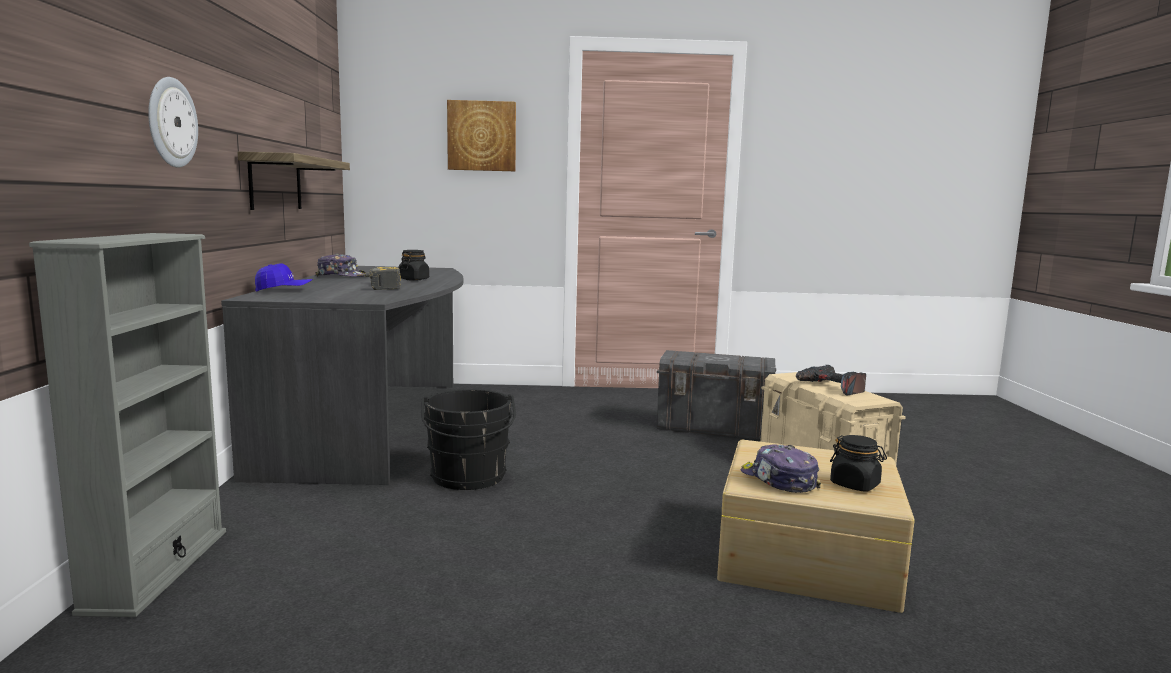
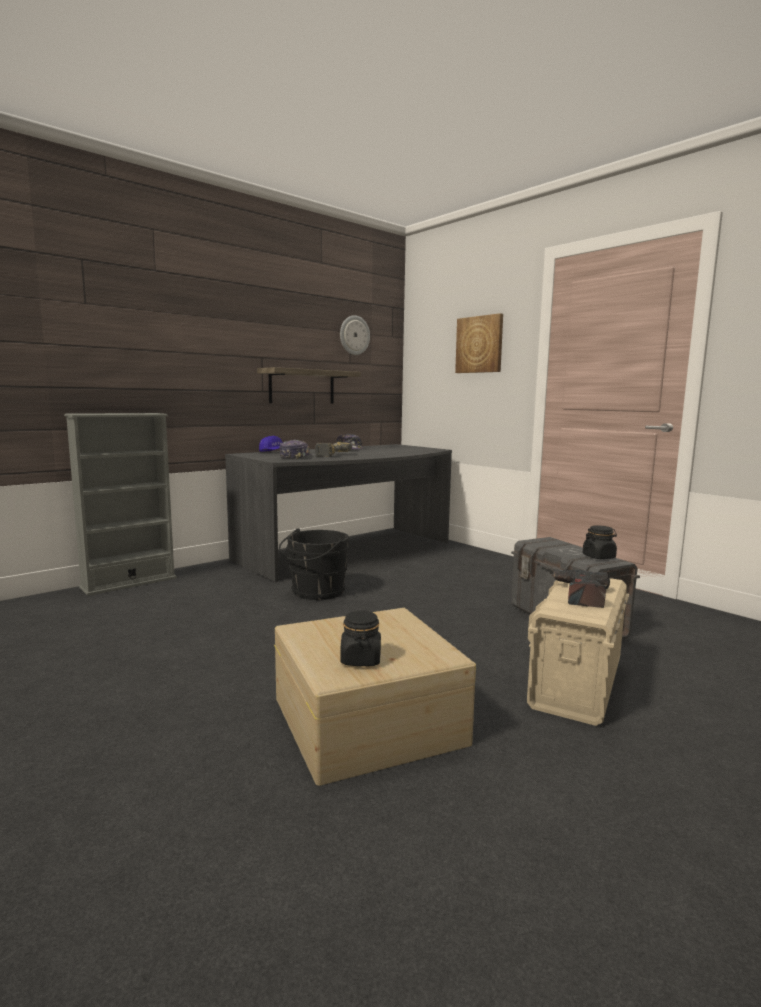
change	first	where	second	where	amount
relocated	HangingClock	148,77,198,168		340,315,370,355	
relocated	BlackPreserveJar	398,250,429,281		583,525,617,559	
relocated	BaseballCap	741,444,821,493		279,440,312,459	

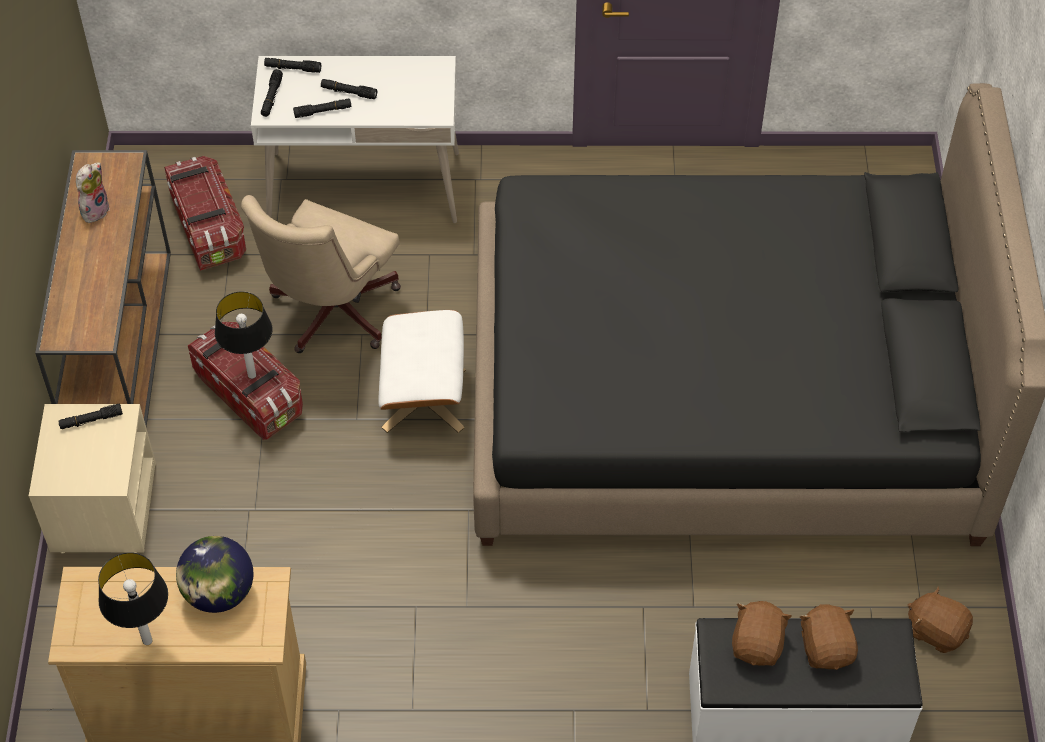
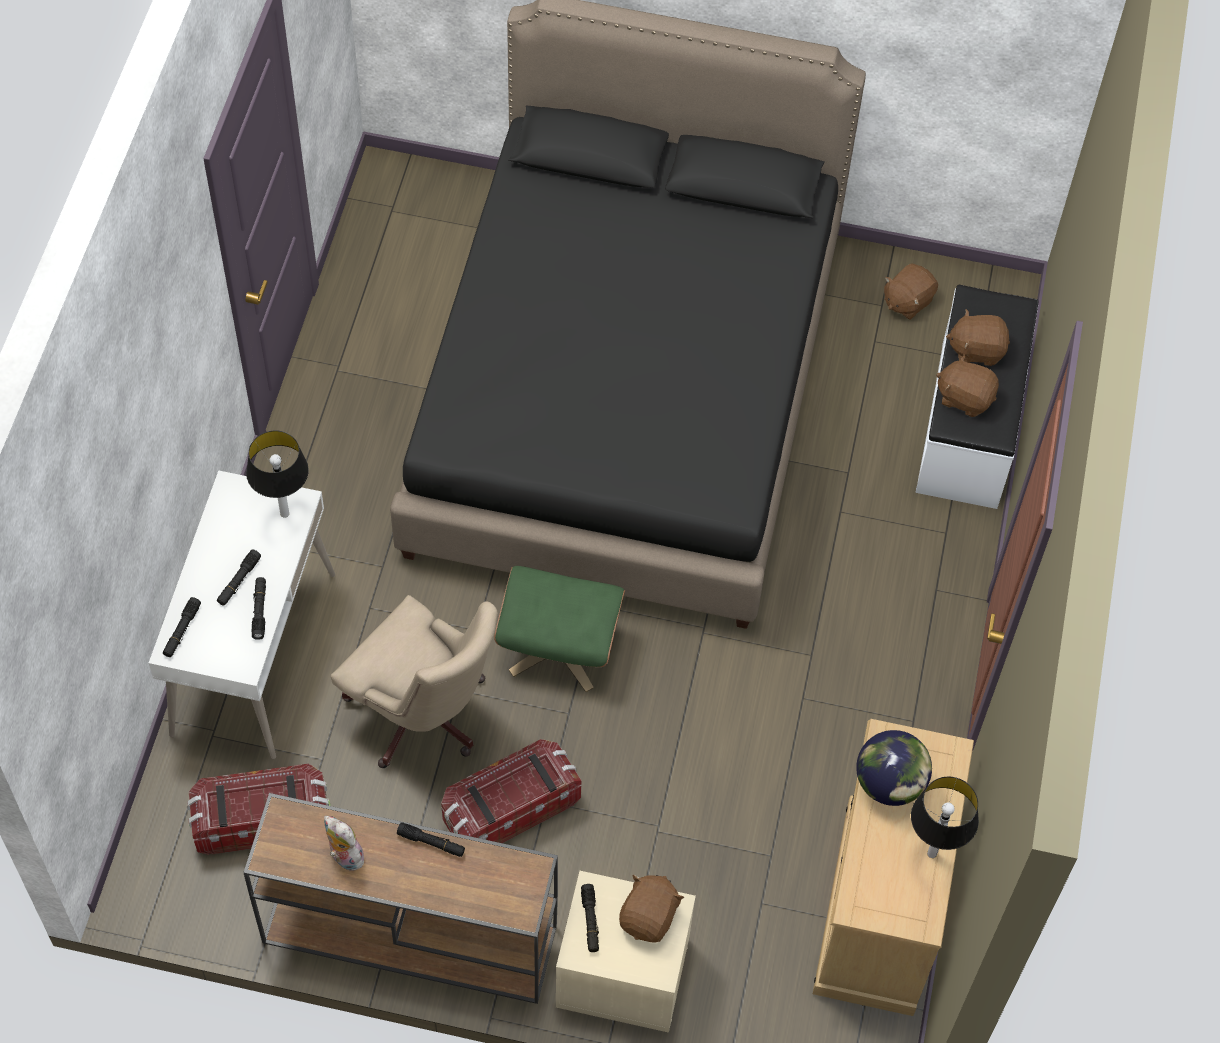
change	first	where	second	where	amount
relocated	BlackTorch	261,69,283,117		397,822,465,857	
relocated	LampForATable	215,291,273,379		246,431,309,518	
colour	WhitishPouffe	378,310,466,433	GreenColouredPouffe	494,566,625,692	
appeared			BrownCuddlyToy	619,875,684,943	

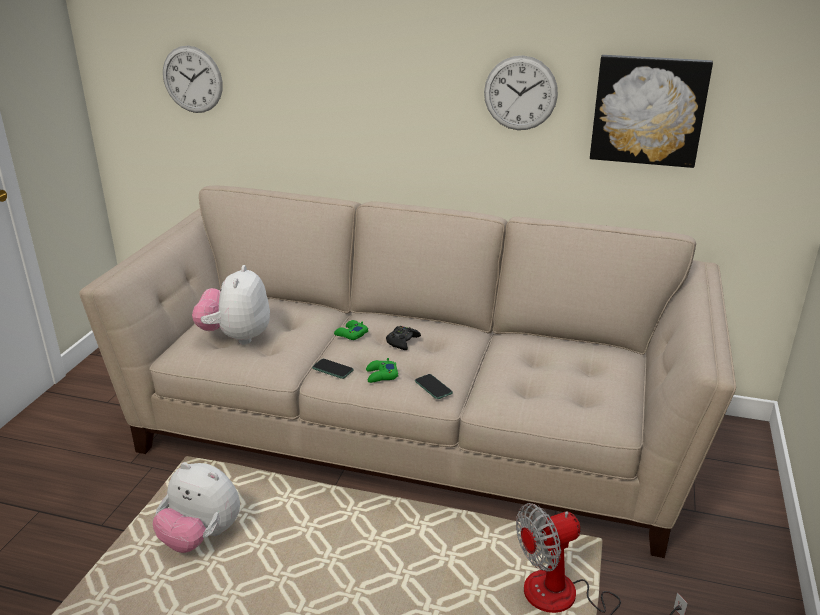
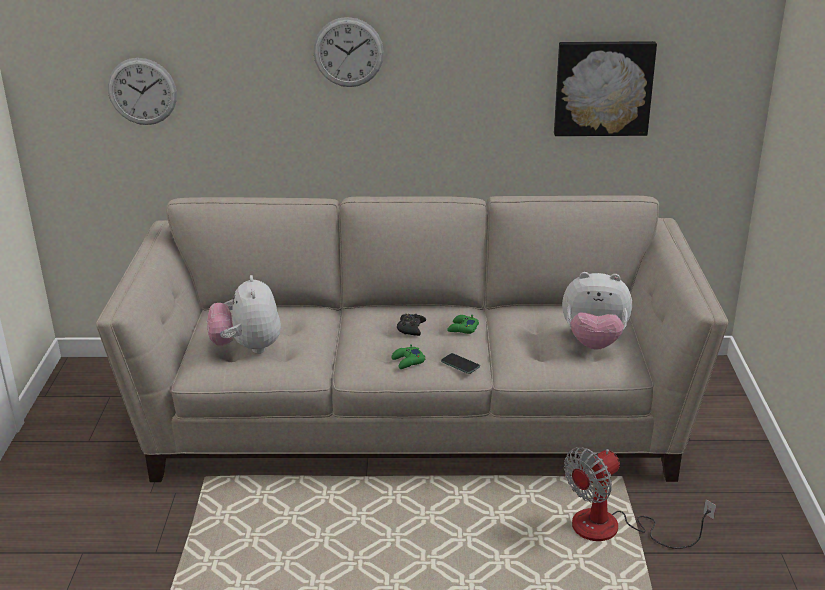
change	first	where	second	where	amount
relocated	HangingClock	484,56,558,130		313,17,384,87	
relocated	GreenColouredJoypad	334,320,368,340		447,315,479,334	
missing	Handset	312,359,354,379			
relocated	CuddlyToy	153,462,240,553		562,272,632,350	

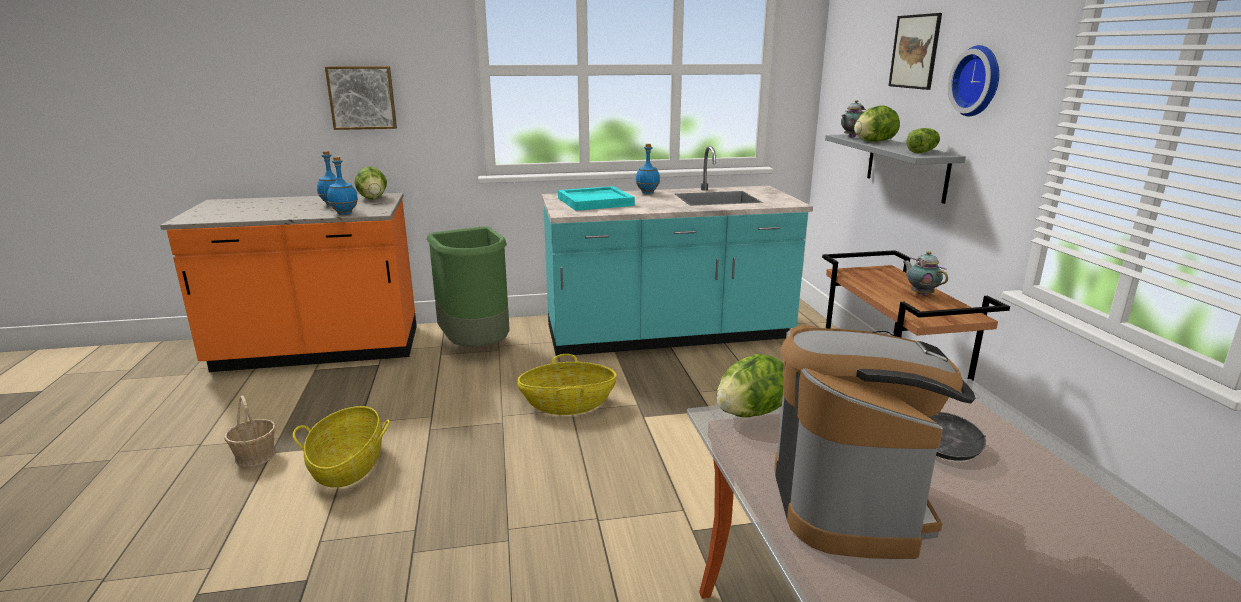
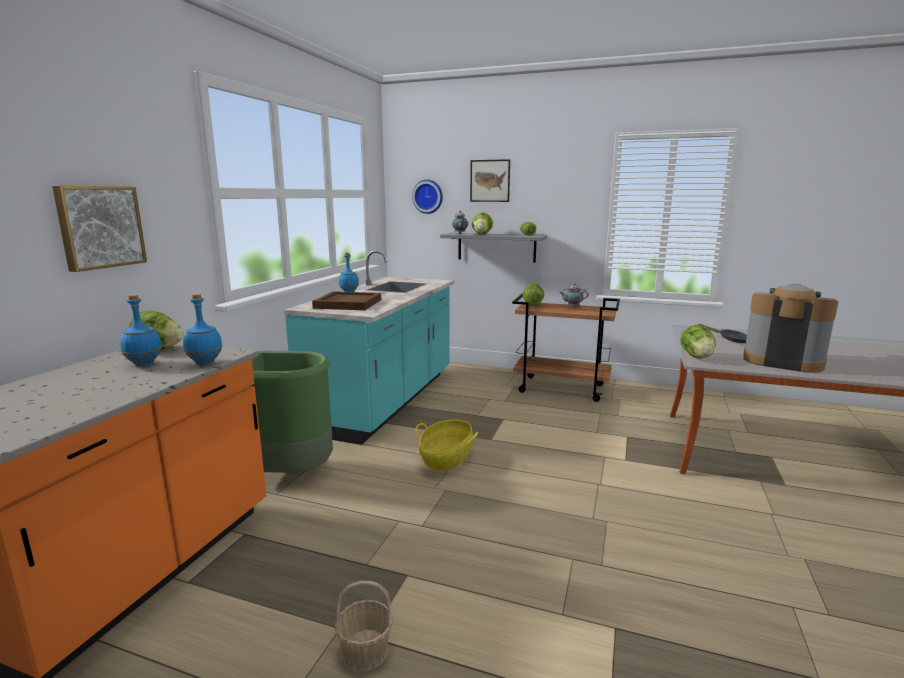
change	first	where	second	where	amount
relocated	HangingClock	948,45,999,116		412,180,443,214	
colour	TurquoiseColouredTray	558,186,635,211	BrownTray	312,291,381,310	
missing	StorageBasket	293,406,390,487			
appeared			HeadOfLettuce	523,283,544,305	

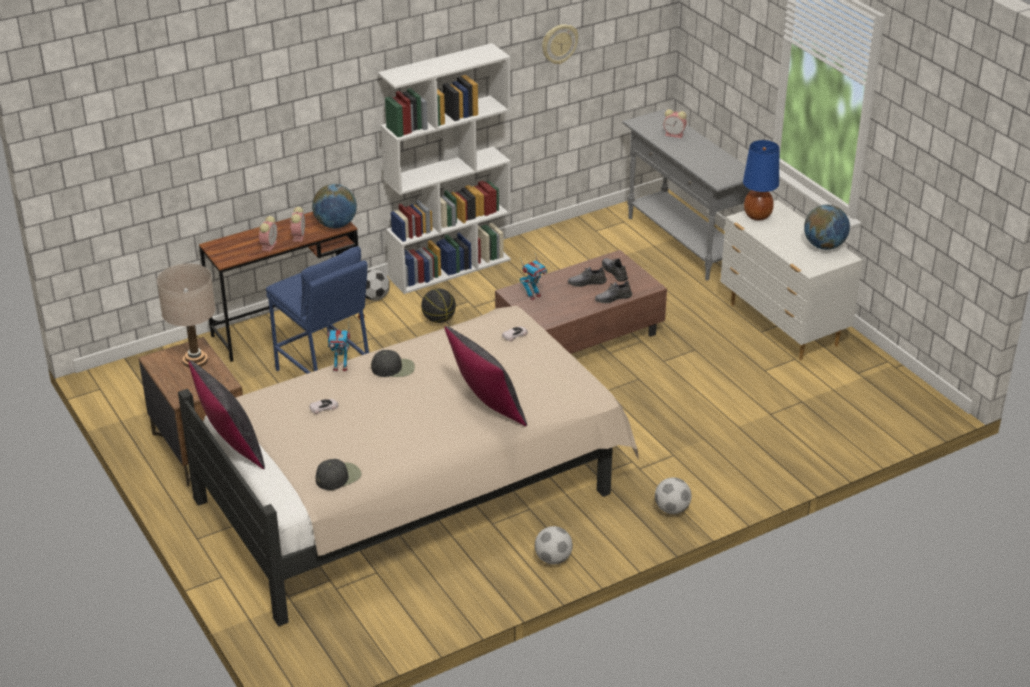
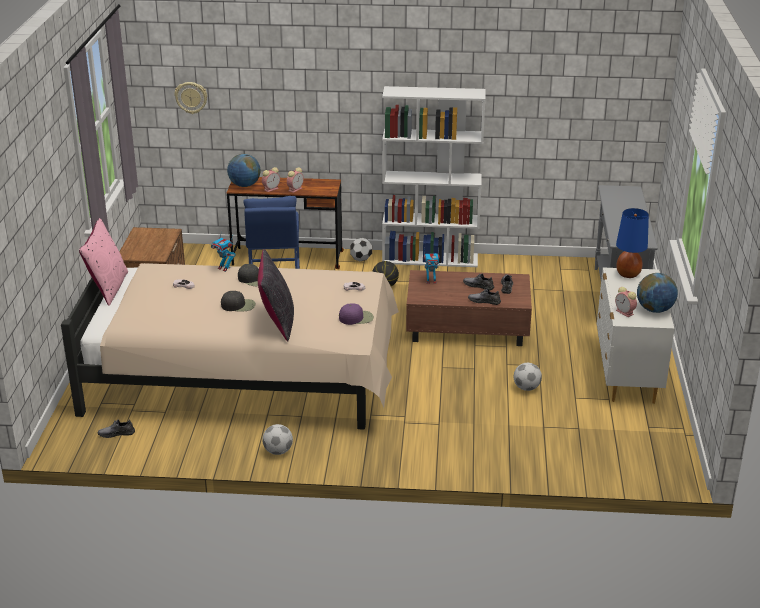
change	first	where	second	where	amount
relocated	HangingClock	542,24,578,64		174,82,207,114	
relocated	AlarmClock	663,109,687,138		615,287,637,317	
relocated	DeskGlobe	312,184,357,228		227,154,261,187	
missing	BeigeLampForATable	157,263,216,368			
colour	BlackThrowPillow	188,360,265,469	PinkThrowPillow	79,218,128,306	
relocated	BlackBaseballCap	316,459,361,490		221,291,255,312	
relocated	BallForFootball	655,477,692,514		514,363,542,391	
appeared			PurpleBaseballCap	339,303,374,325	
appeared			GreyLowShoe	98,420,135,438	

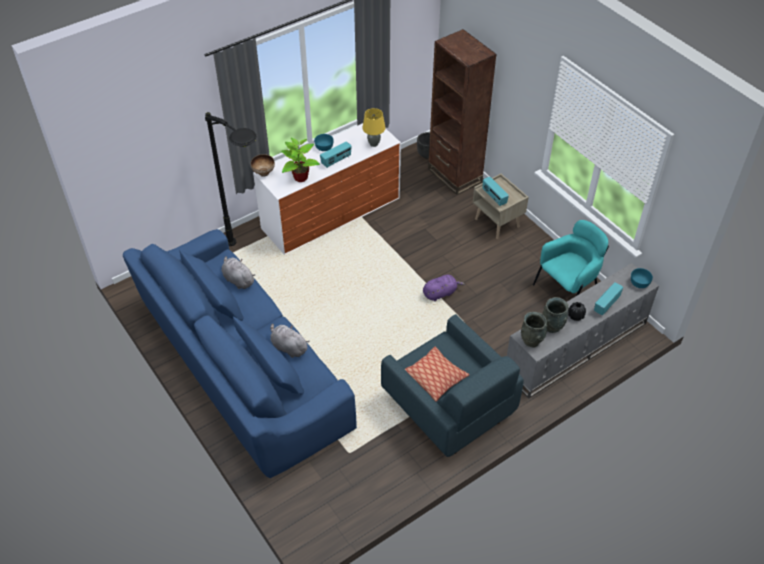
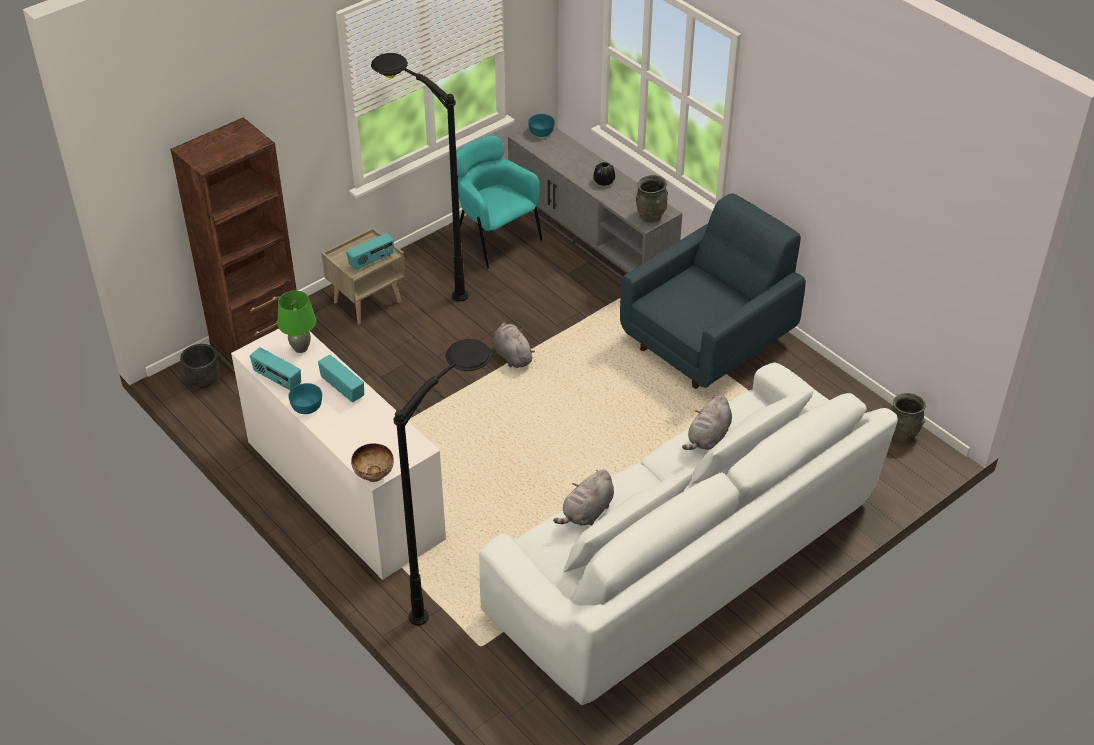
change	first	where	second	where	amount
colour	YellowColouredLampForATable	362,108,385,147	GreenColouredLampForATable	277,290,316,353	
missing	PlantInAPot	281,138,320,182			
colour	BluishSettee	123,229,357,478	WhitishSettee	479,363,898,705	
colour	PurpleCuddlyToy	423,275,465,301	GreyCuddlyToy	493,322,535,368	
relocated	RadioSet	594,282,623,315		250,347,301,391	
relocated	GreyVase	542,297,569,333		891,393,926,442	
missing	ThrowPillow	405,347,470,401			
appeared			BlackStandardLamp	371,53,468,301	

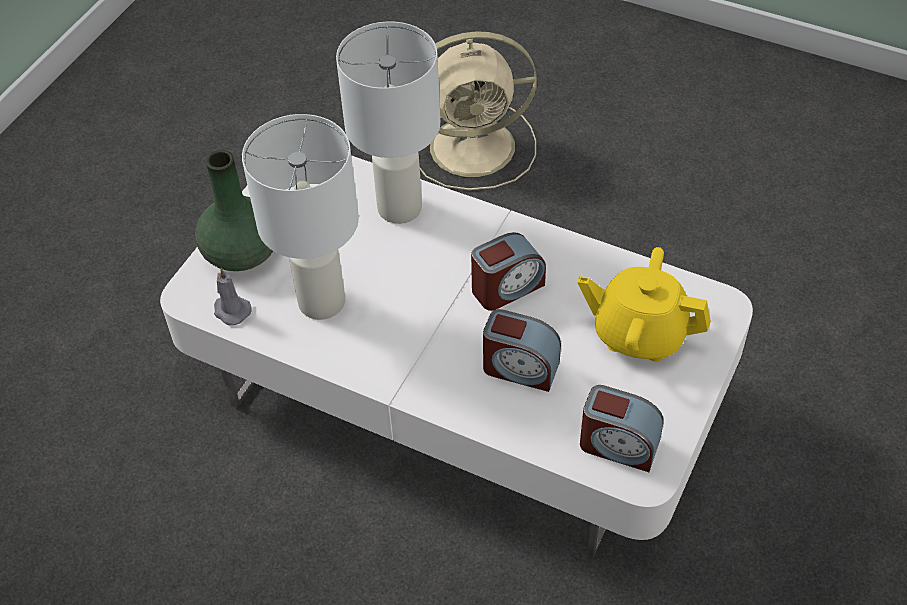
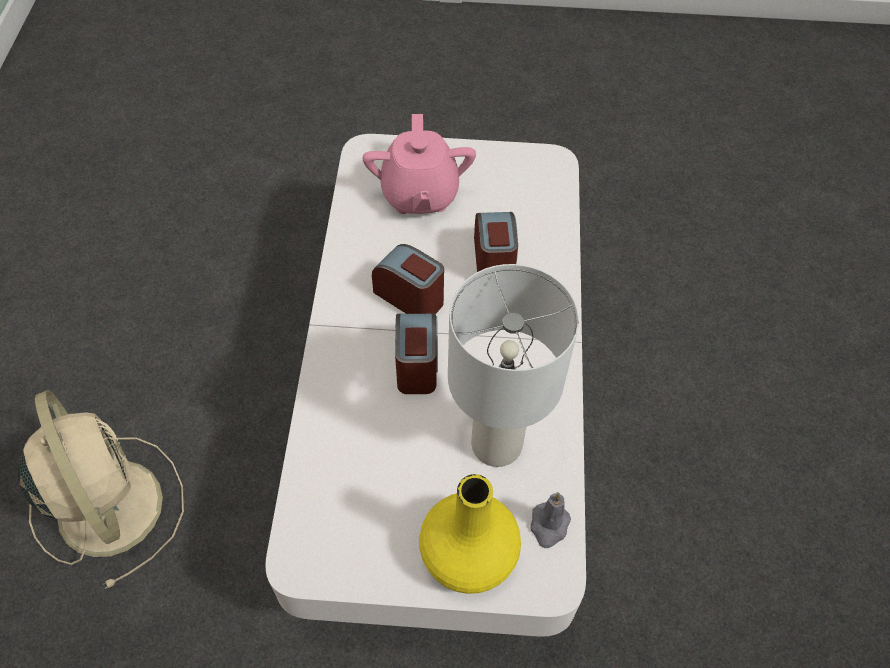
change	first	where	second	where	amount
missing	WhitishLampForATable	336,22,440,224			
colour	GreenColouredVase	195,150,273,271	YellowColouredVase	419,474,521,594	
colour	YellowColouredPotForTea	578,247,711,362	PinkPotForTea	362,114,476,214	
relocated	AlarmClock	580,385,664,472		395,314,438,394	

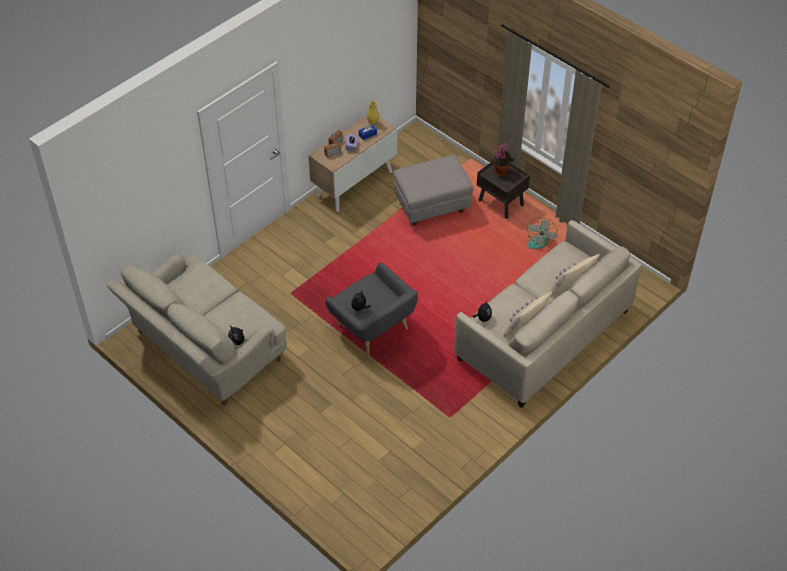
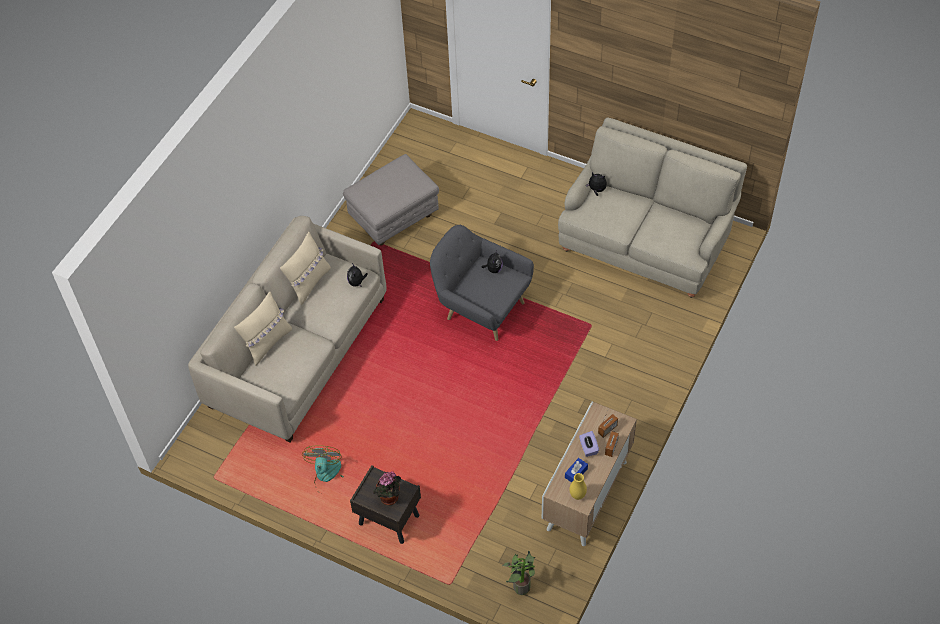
change	first	where	second	where	amount
relocated	GreyPouffe	393,155,474,225		343,154,439,246	
appeared			PlantInAPot	502,551,535,595	

